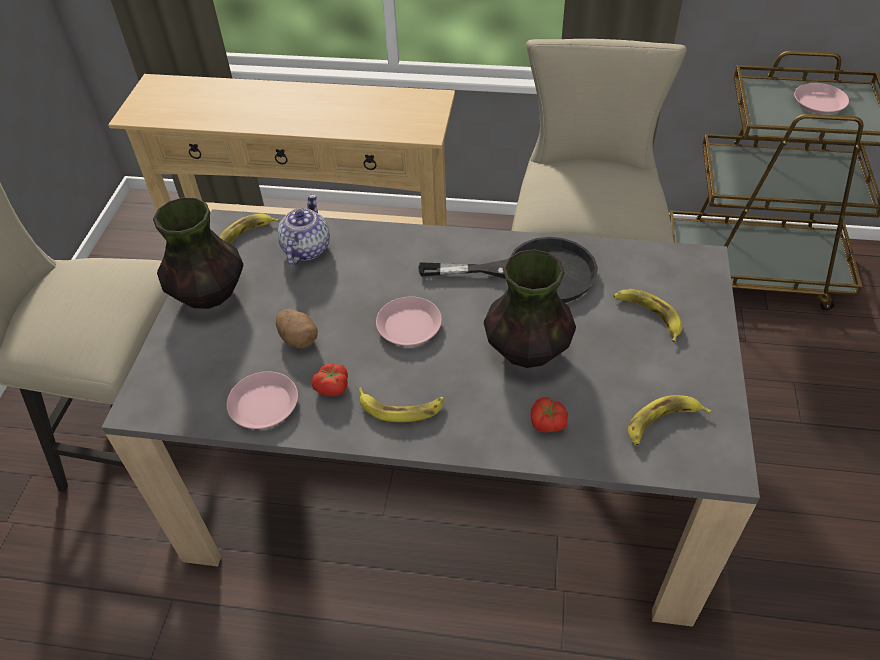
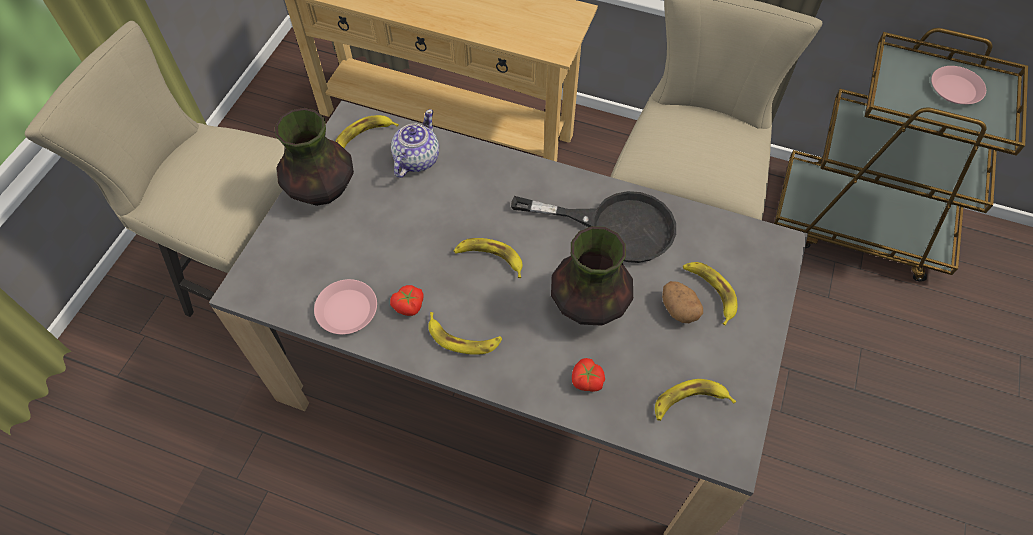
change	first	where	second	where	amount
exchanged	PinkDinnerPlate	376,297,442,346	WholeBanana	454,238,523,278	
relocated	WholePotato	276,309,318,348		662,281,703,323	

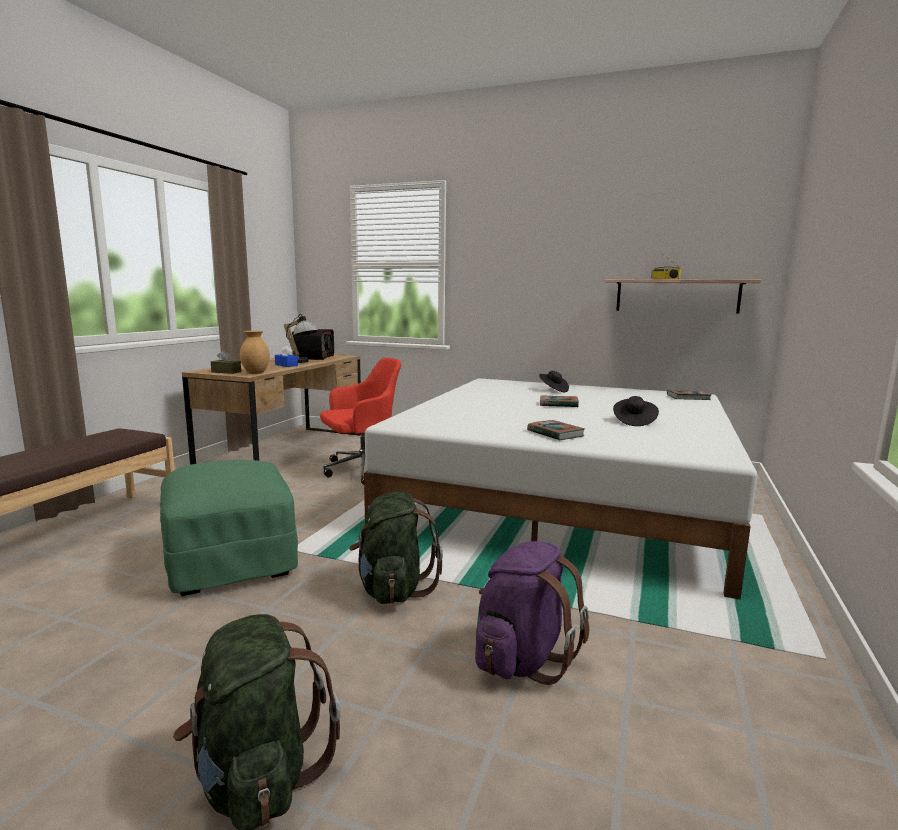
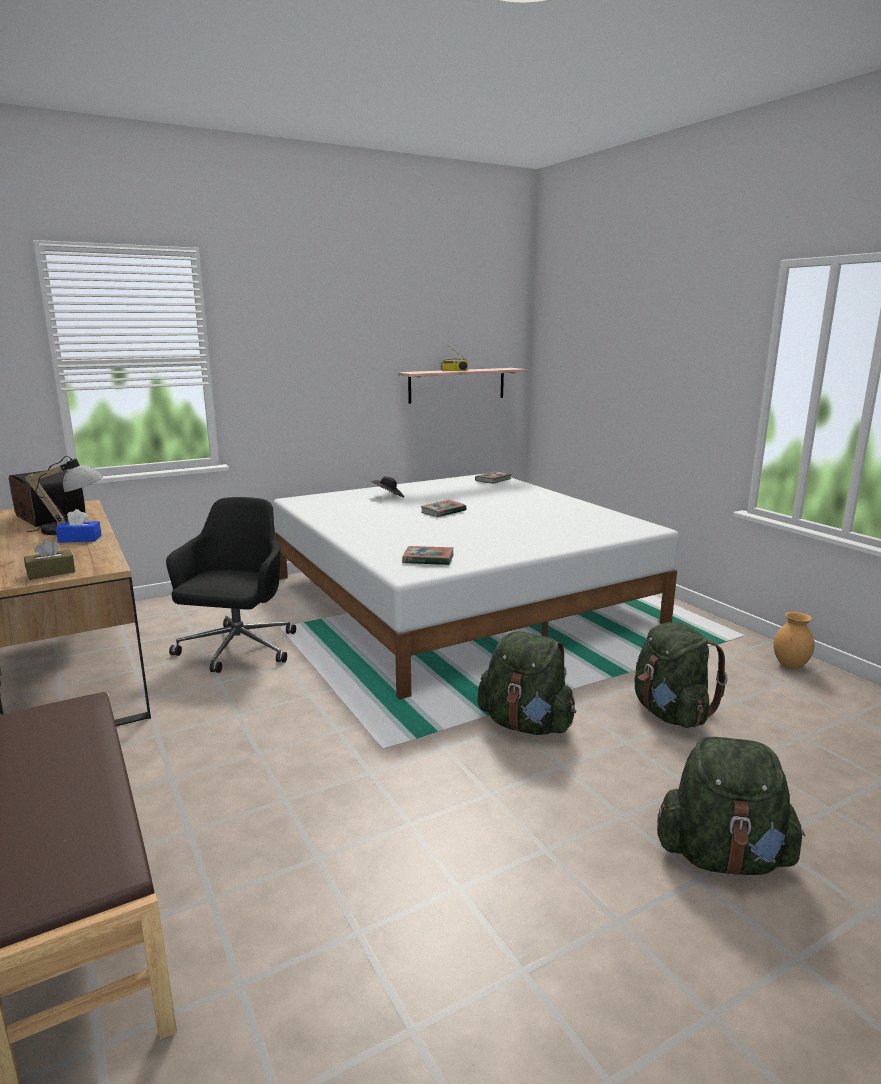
change	first	where	second	where	amount
relocated	BrownVase	240,331,270,374		774,612,814,669	
colour	RedColouredOfficeChair	320,358,401,485	BlackOfficeChair	166,497,296,673	
missing	BlackWearableHat	613,396,659,426			
relocated	Volume	527,420,585,440		402,546,454,565	
missing	GreenColouredPouffe	160,460,298,596			
colour	PurpleKnapsack	475,541,589,685	GreenColouredKnapsack	635,622,728,728	

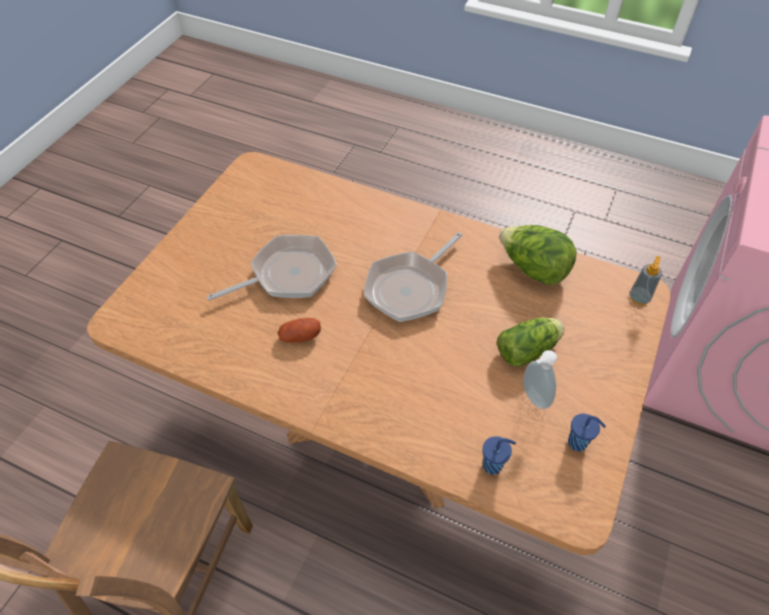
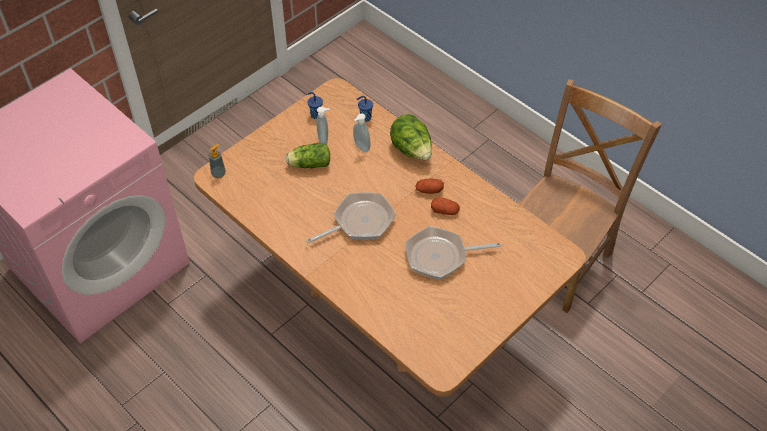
change	first	where	second	where	amount
relocated	HeadOfLettuce	499,225,577,285		390,114,432,160	
appeared			SoapDispenser	353,114,370,152	
appeared			WholePotato	415,179,444,194	

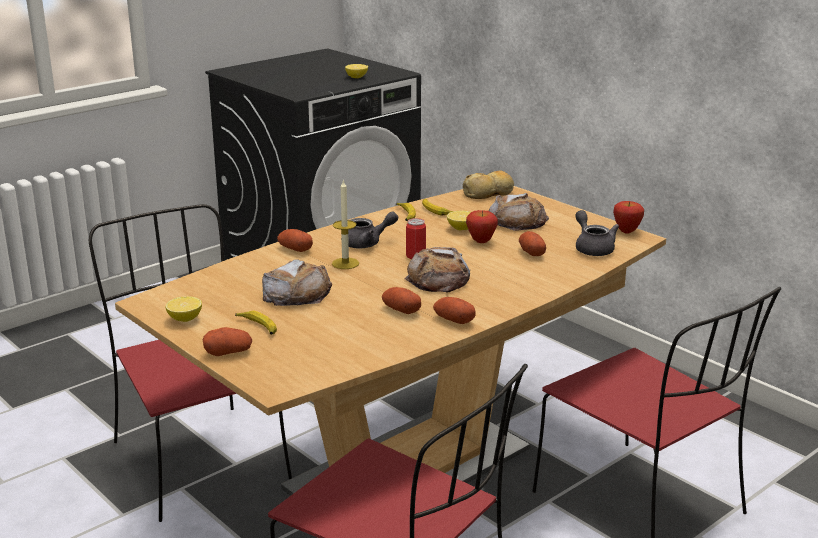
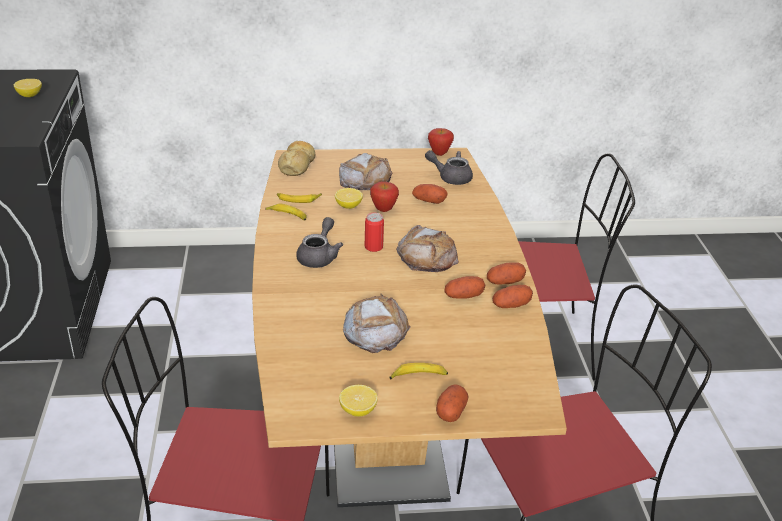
change	first	where	second	where	amount
missing	Candle	332,180,359,269			
relocated	WholePotato	277,229,313,252		492,285,533,308	

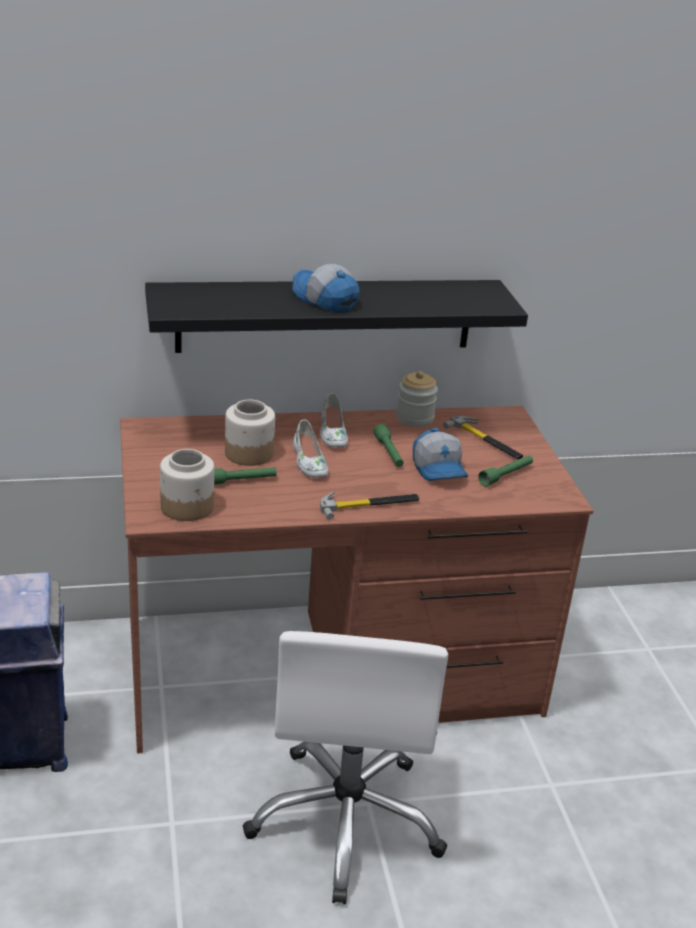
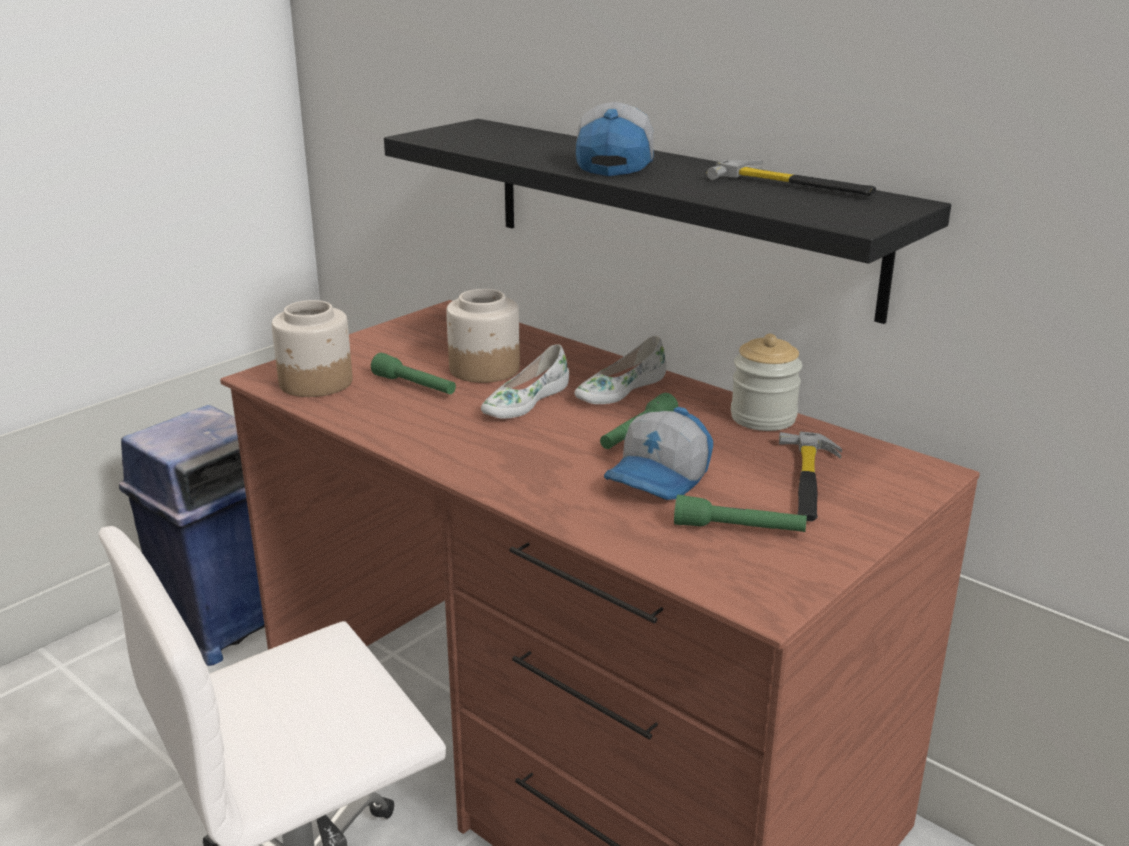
change	first	where	second	where	amount
relocated	Hammer	320,492,419,520		707,160,876,196	

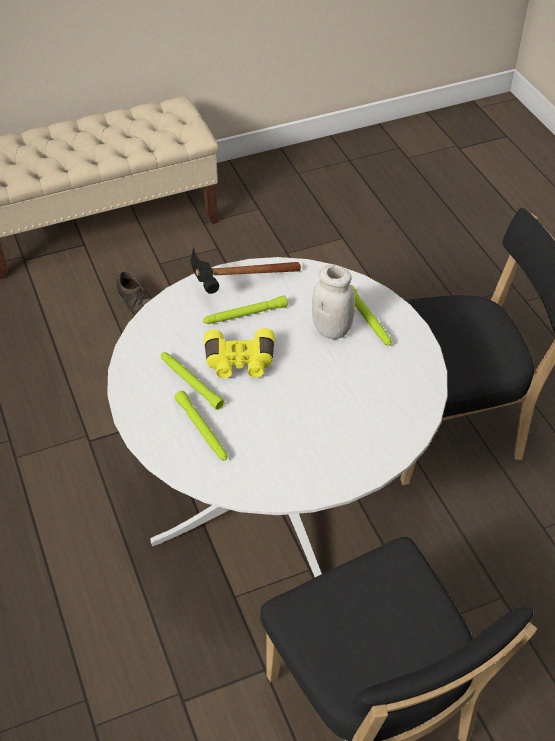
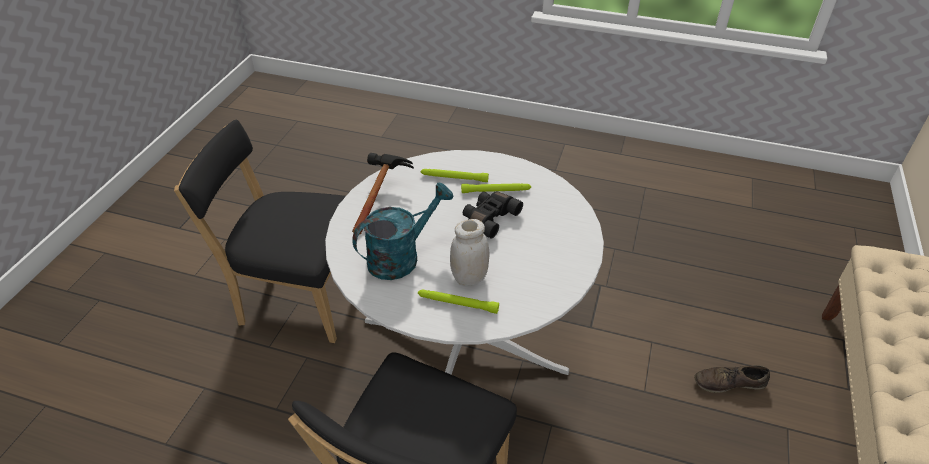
change	first	where	second	where	amount
relocated	Hammer	191,247,301,294		352,153,414,235	
missing	GreenColouredTorch	203,296,288,324			
colour	YellowColouredPairOfBinoculars	204,328,275,378	BlackPairOfBinoculars	463,192,523,239	
appeared			TurquoiseColouredWateringPot	352,183,454,280	

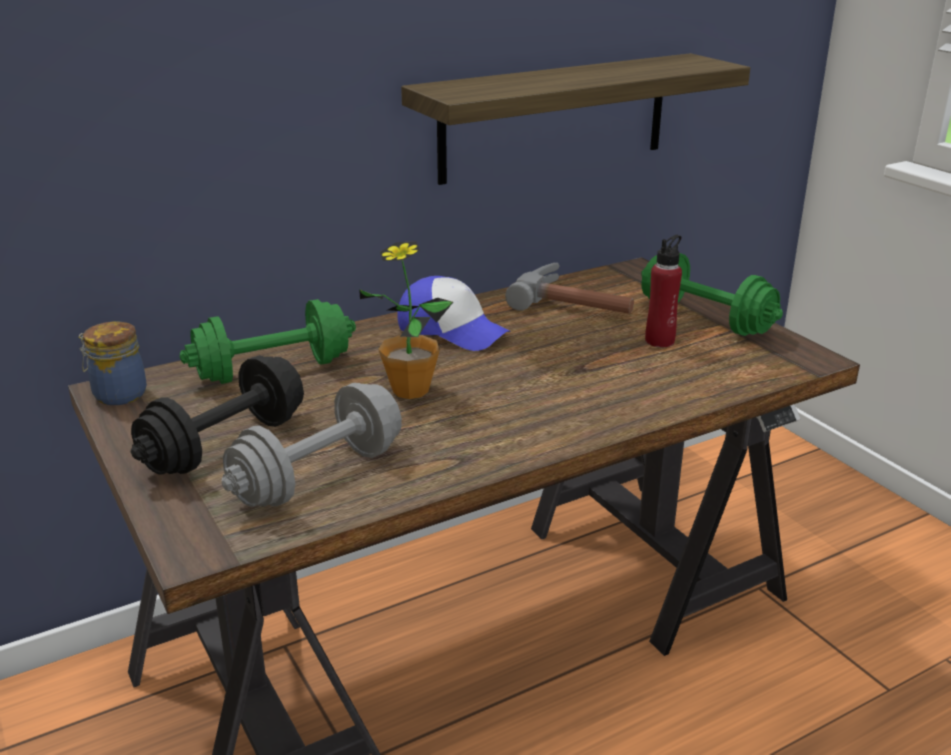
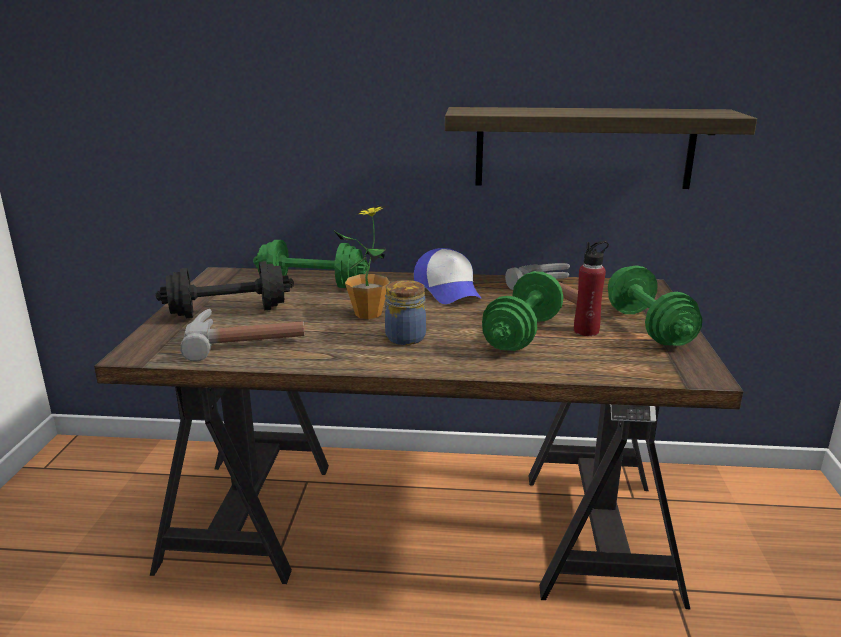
change	first	where	second	where	amount
relocated	PreserveJar	78,322,147,405		385,280,426,345	
exchanged	GreyHandWeight	222,383,402,507	Hammer	180,309,305,362	
appeared			GreenColouredHandWeight	482,271,564,351	

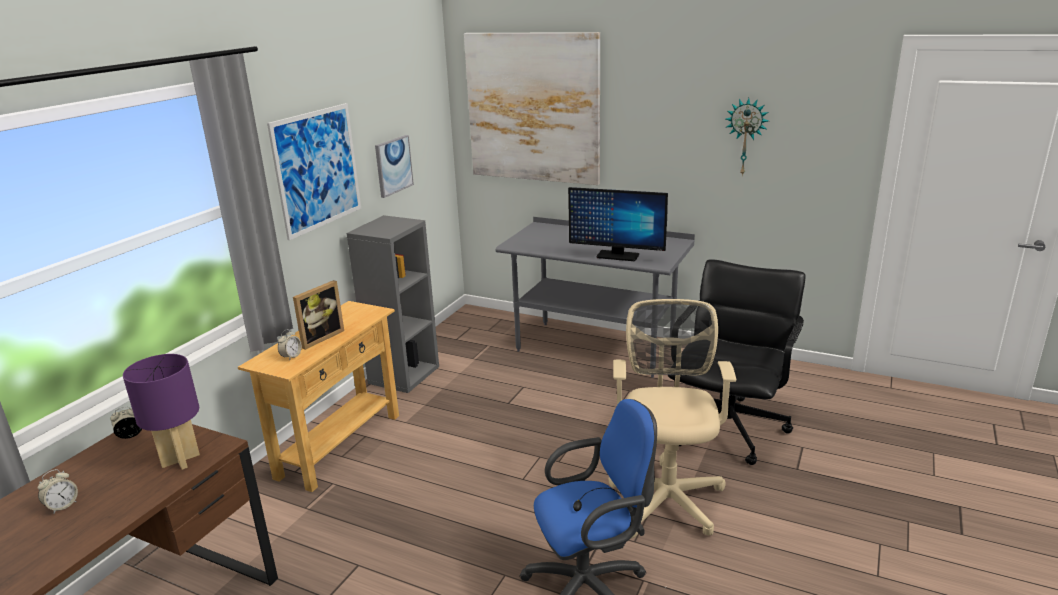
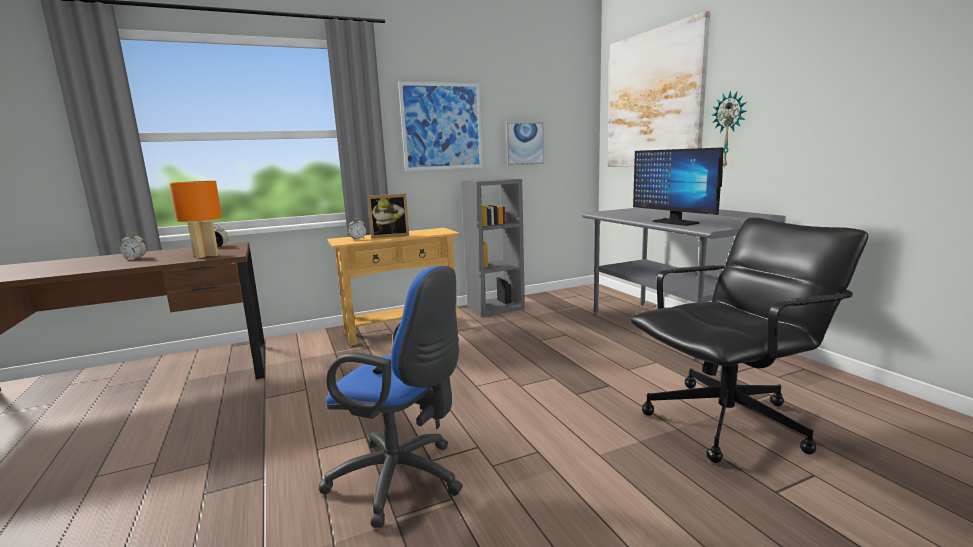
change	first	where	second	where	amount
relocated	HangingClock	726,98,769,176		712,90,746,169	
missing	BeigeOfficeChair	609,299,736,539			
colour	PurpleLampForATable	123,354,200,470	OrangeColouredLampForATable	169,181,222,259	

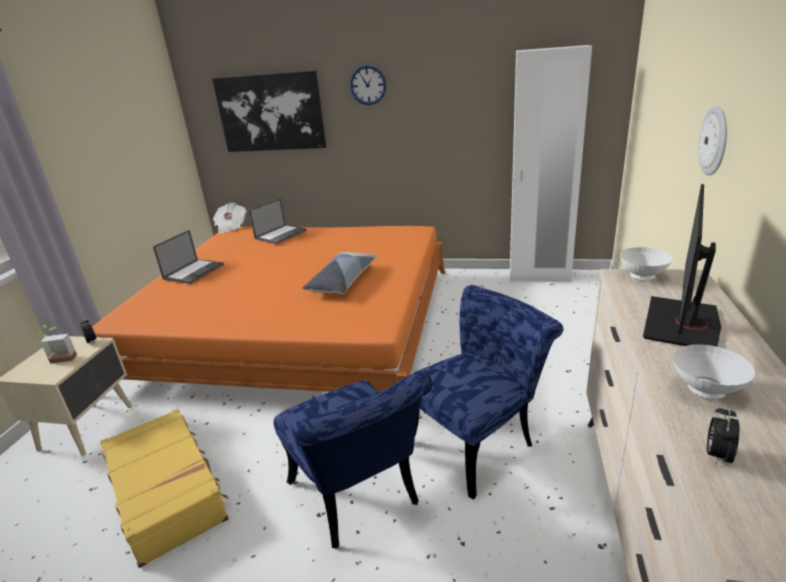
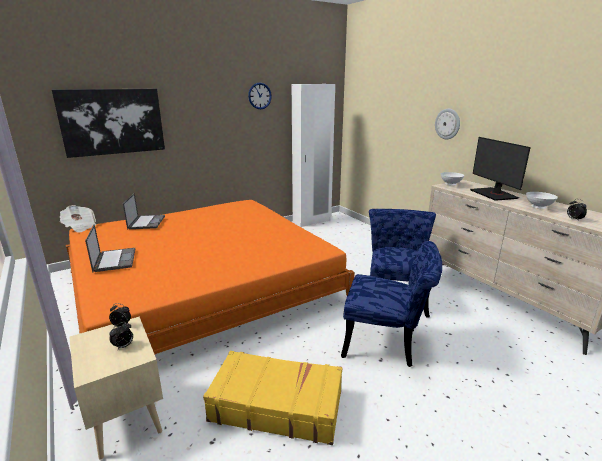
change	first	where	second	where	amount
relocated	HangingClock	350,65,386,105		248,82,272,109	
missing	ThrowPillow	301,252,377,294			
exchanged	PlantInAPot	37,325,77,364	AlarmClock	109,322,133,349	

